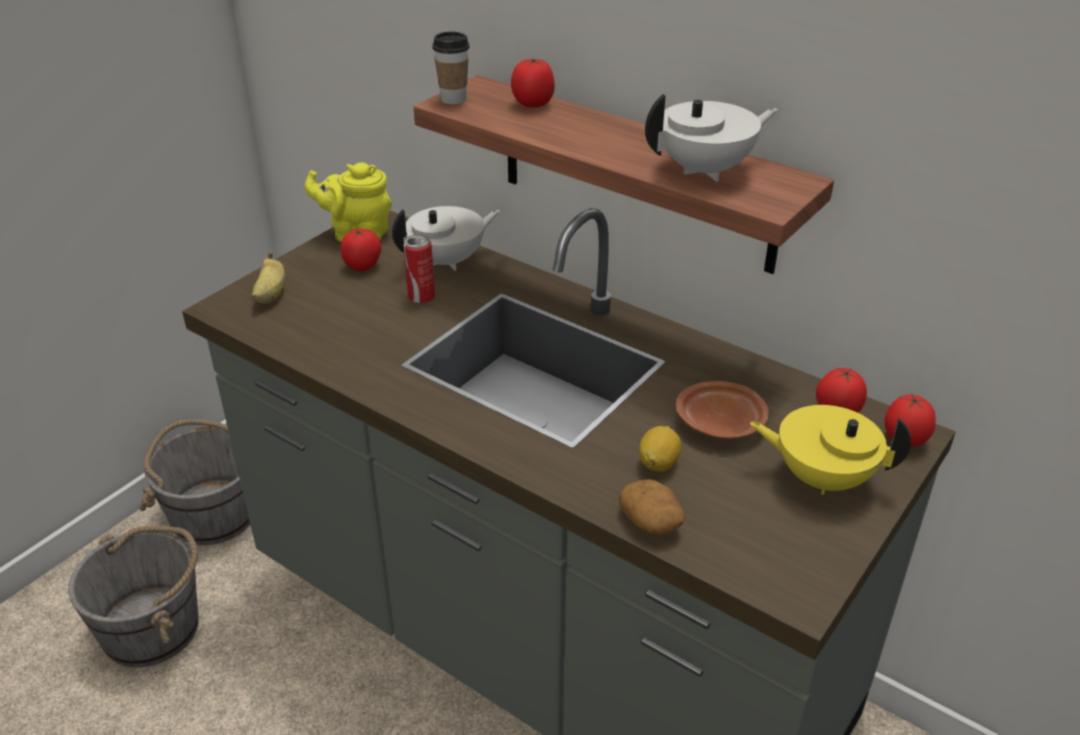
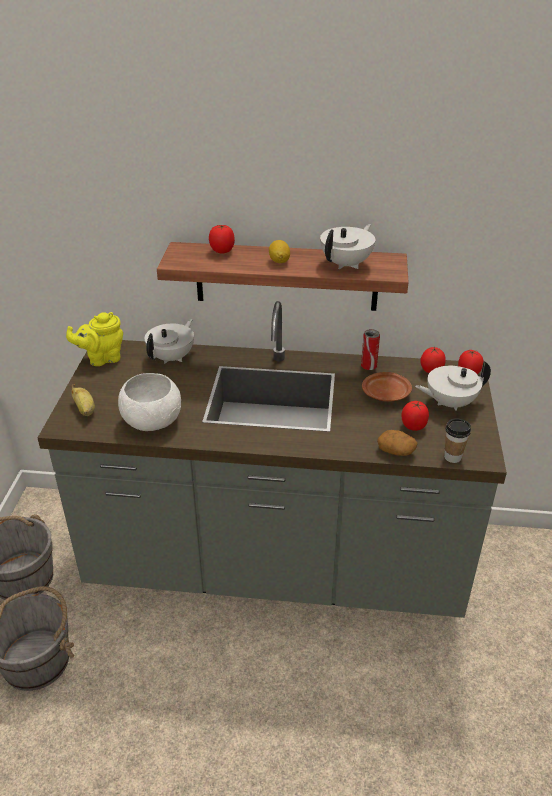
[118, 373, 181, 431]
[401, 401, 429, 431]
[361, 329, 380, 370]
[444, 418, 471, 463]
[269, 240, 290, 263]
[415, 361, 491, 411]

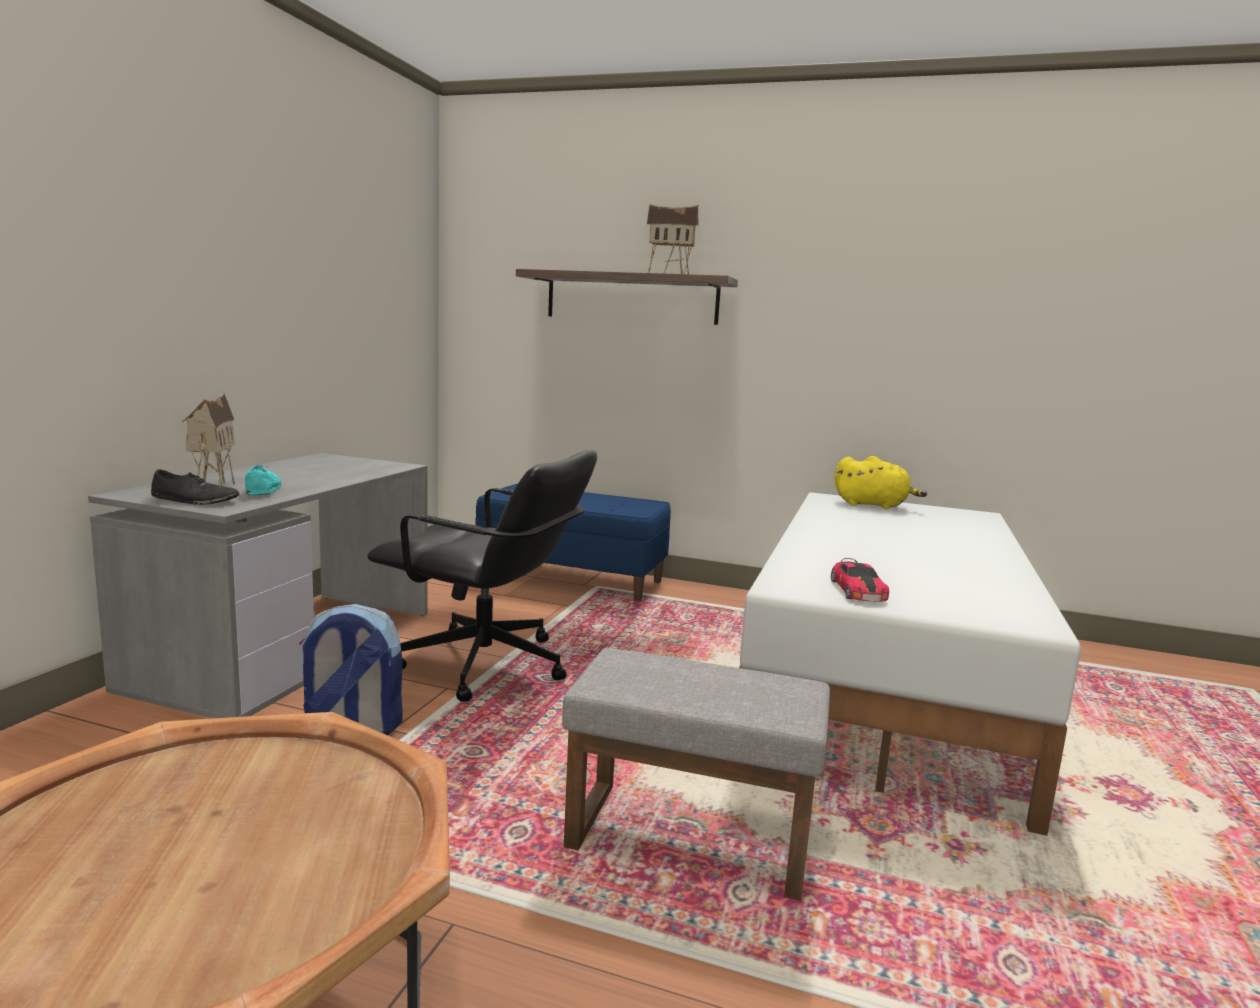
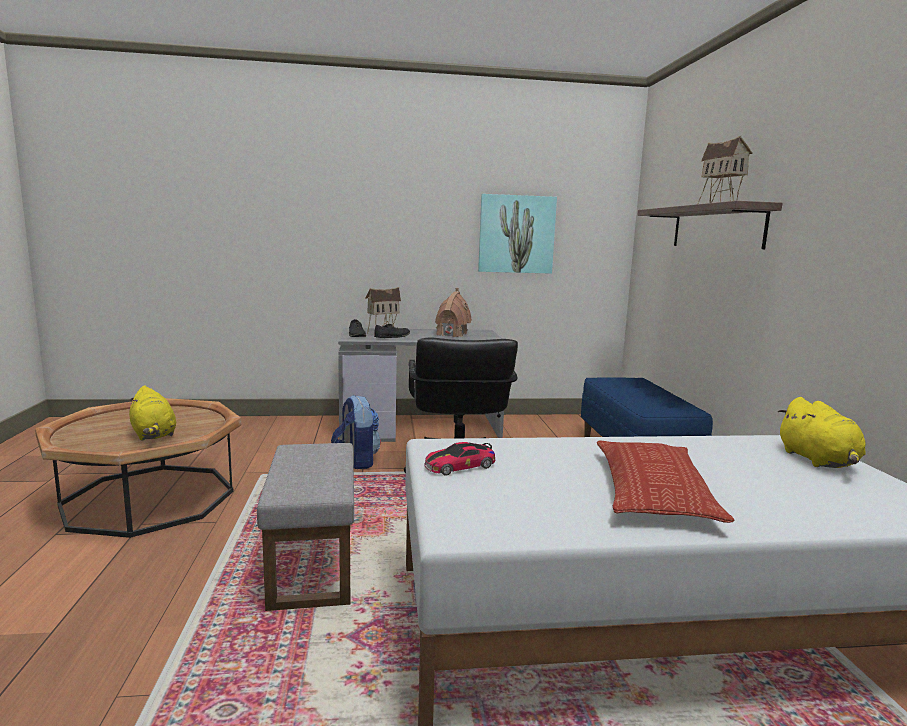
[129, 386, 176, 440]
[435, 288, 472, 337]
[478, 194, 557, 274]
[597, 440, 734, 523]
[374, 324, 410, 338]

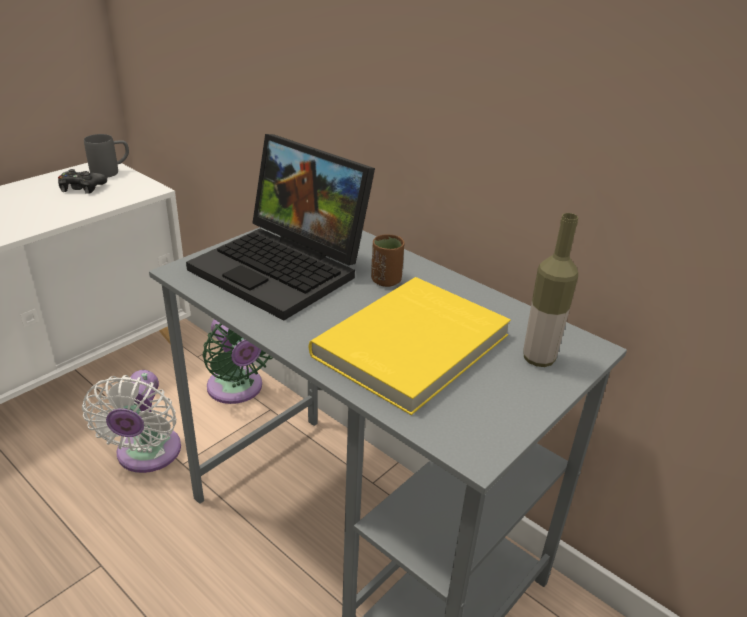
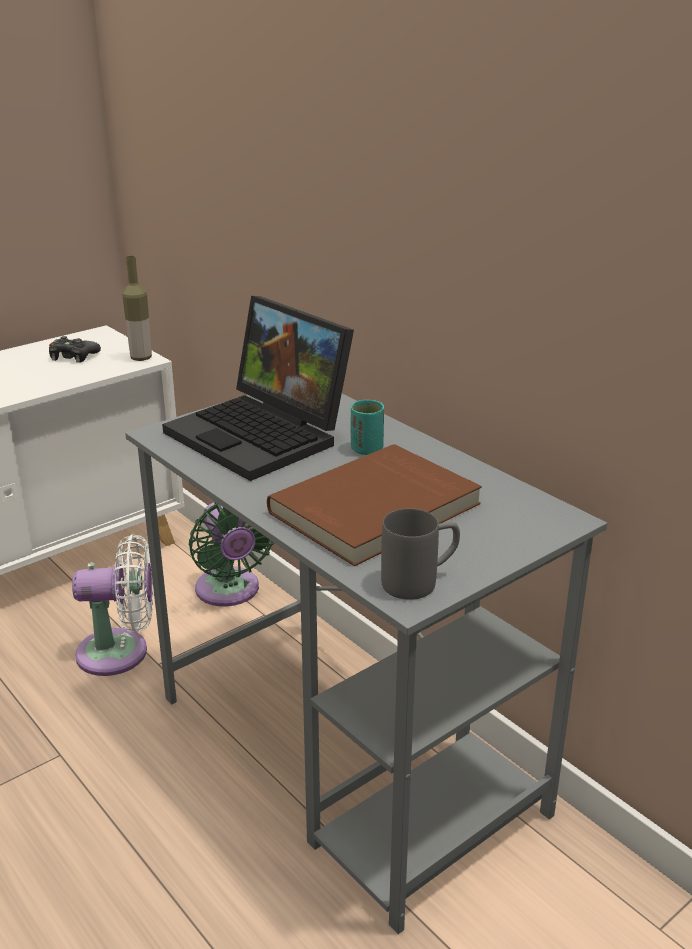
[381, 508, 460, 600]
[122, 256, 152, 361]
[267, 444, 482, 566]
[350, 400, 384, 455]
[72, 534, 153, 676]

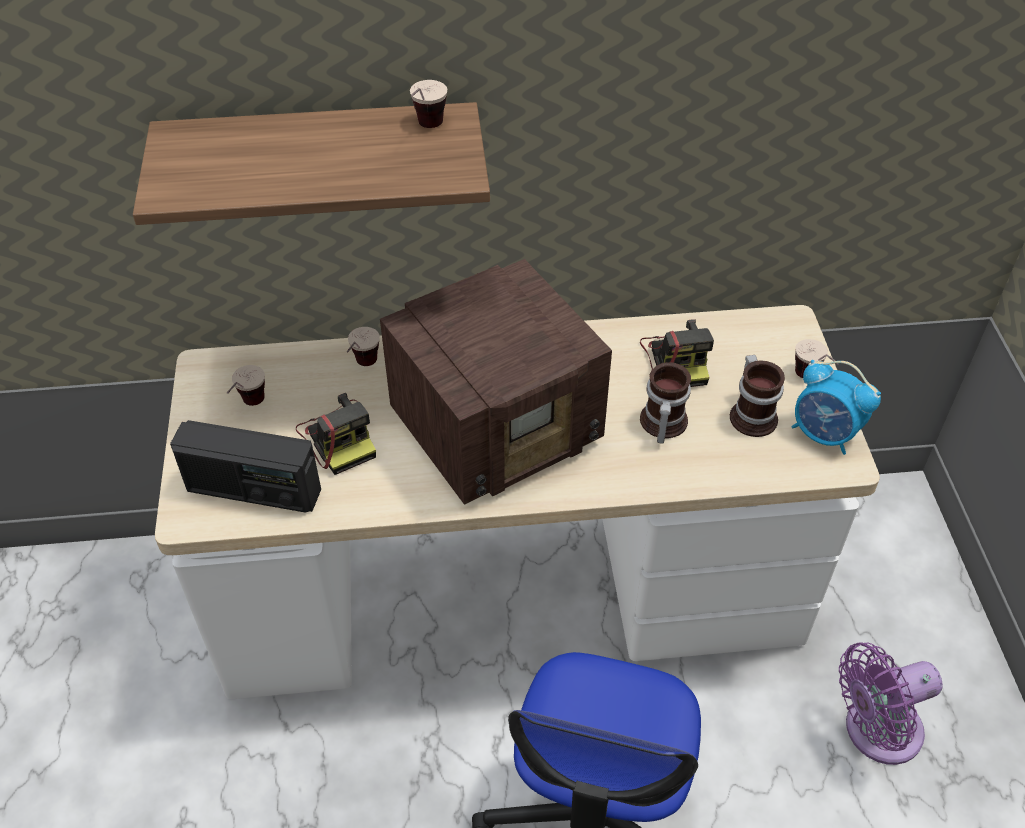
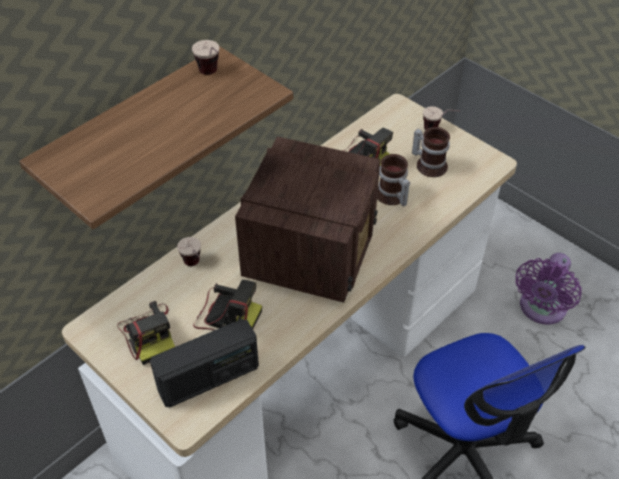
[792, 360, 881, 455] (first image)
[117, 301, 175, 365]

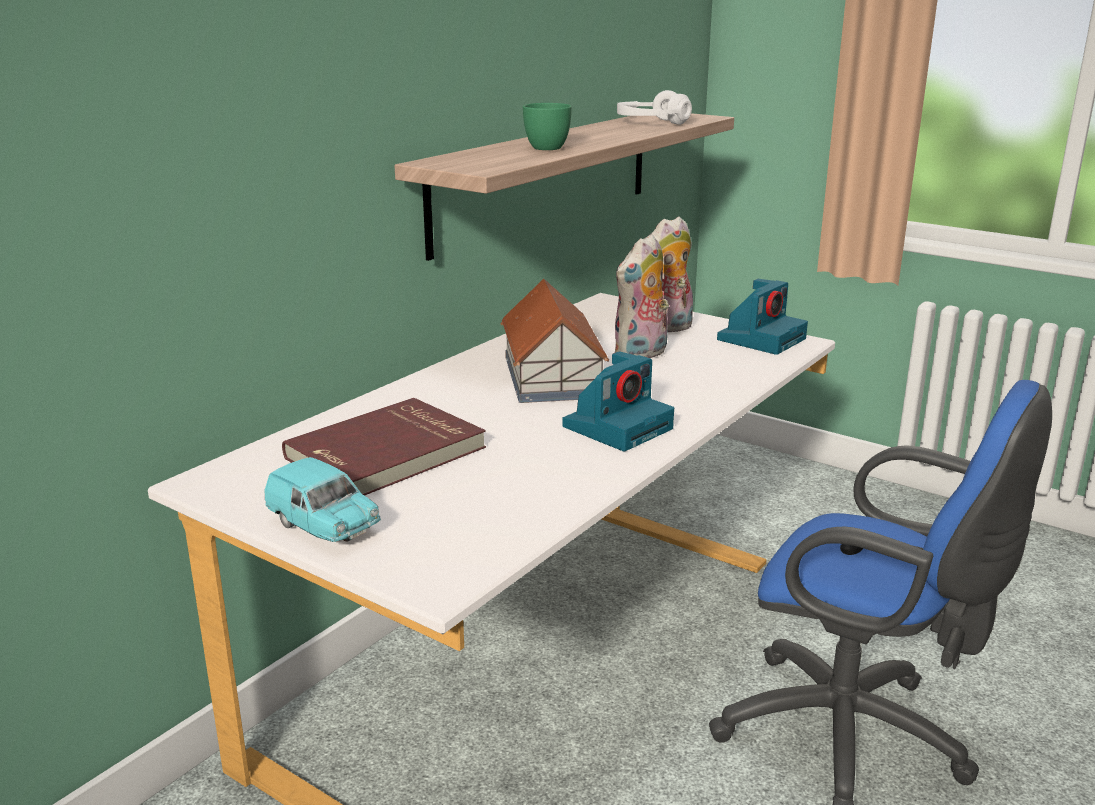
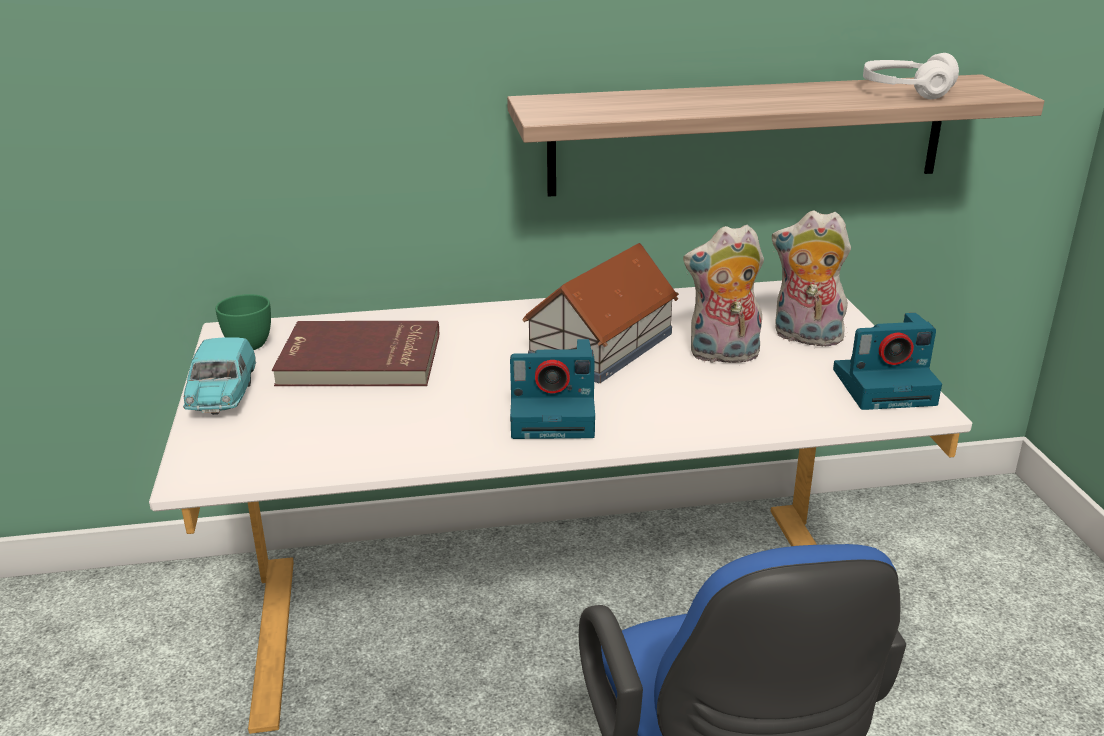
[215, 294, 271, 350]

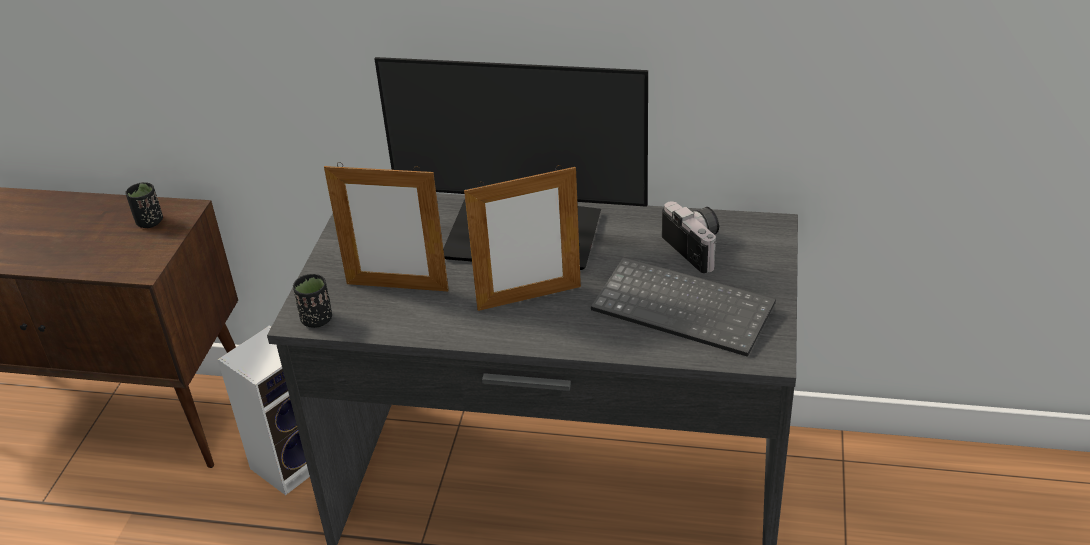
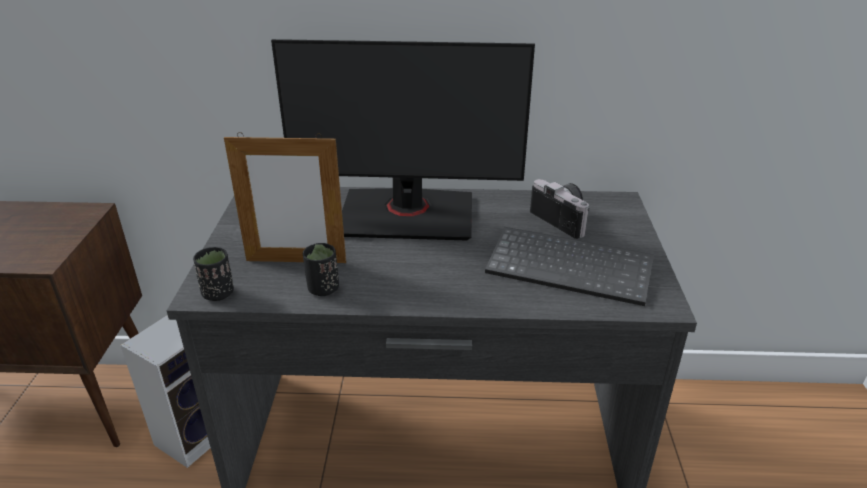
[464, 165, 581, 311] (first image)
[303, 243, 339, 296]

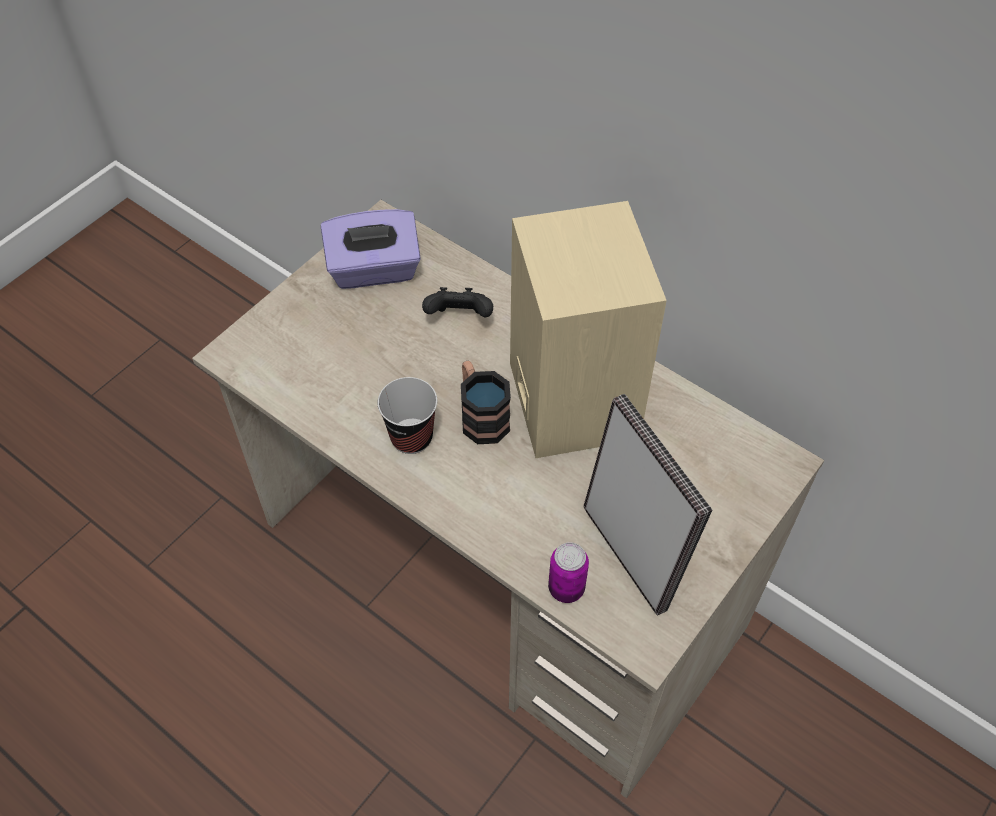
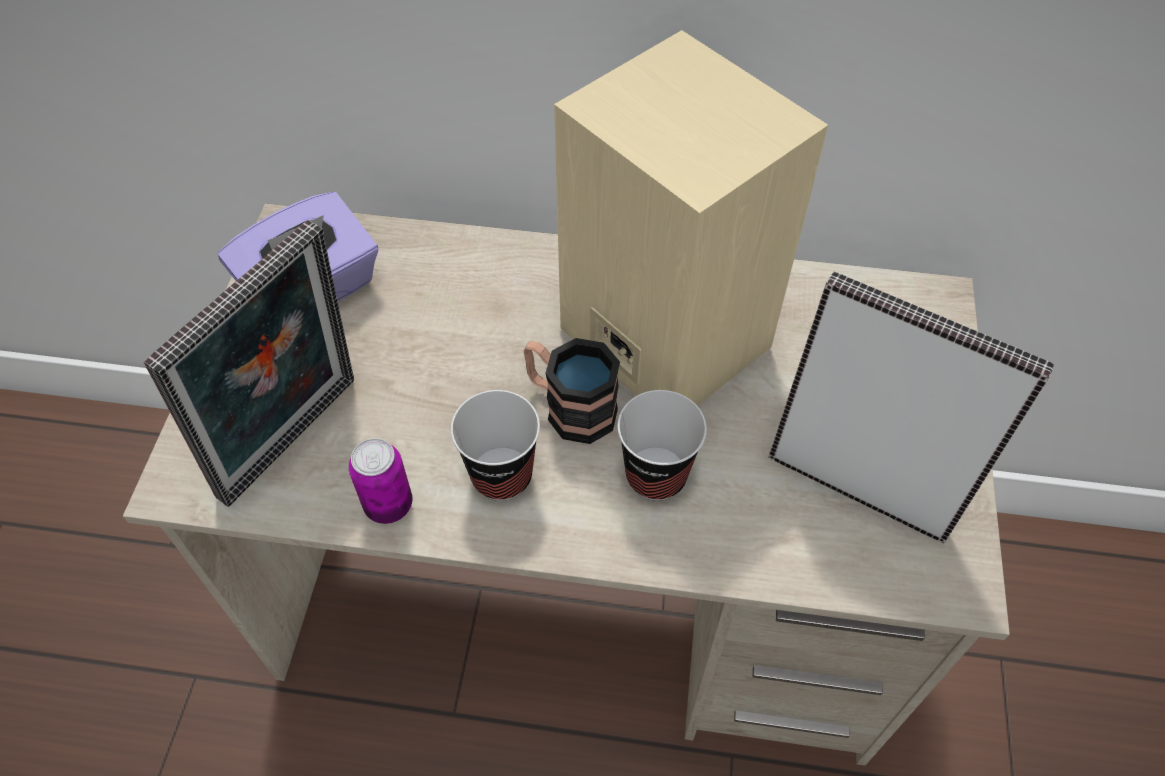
[422, 287, 493, 318] (first image)
[144, 220, 354, 507]
[618, 390, 707, 501]
[349, 438, 412, 524]

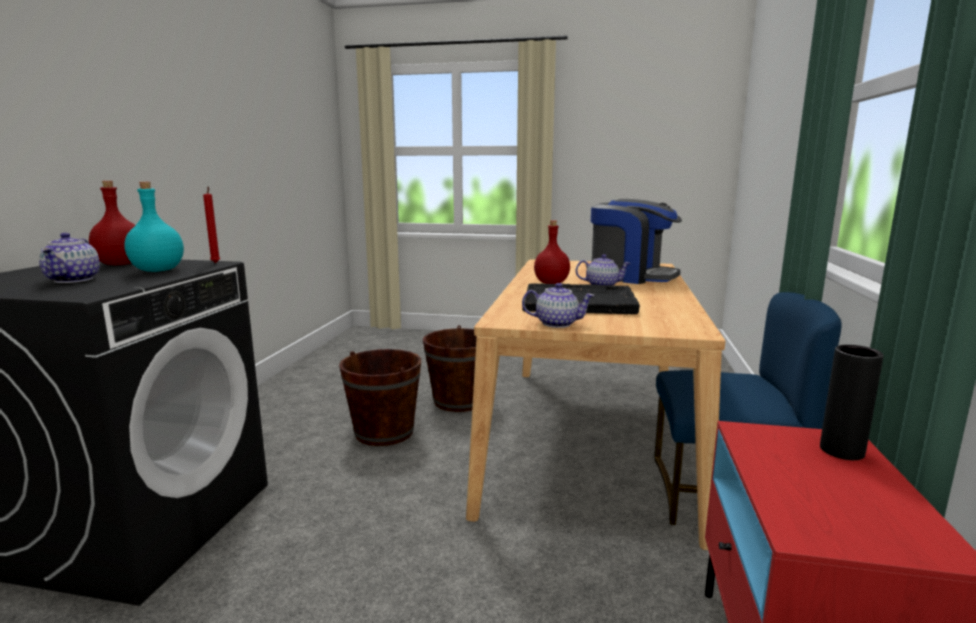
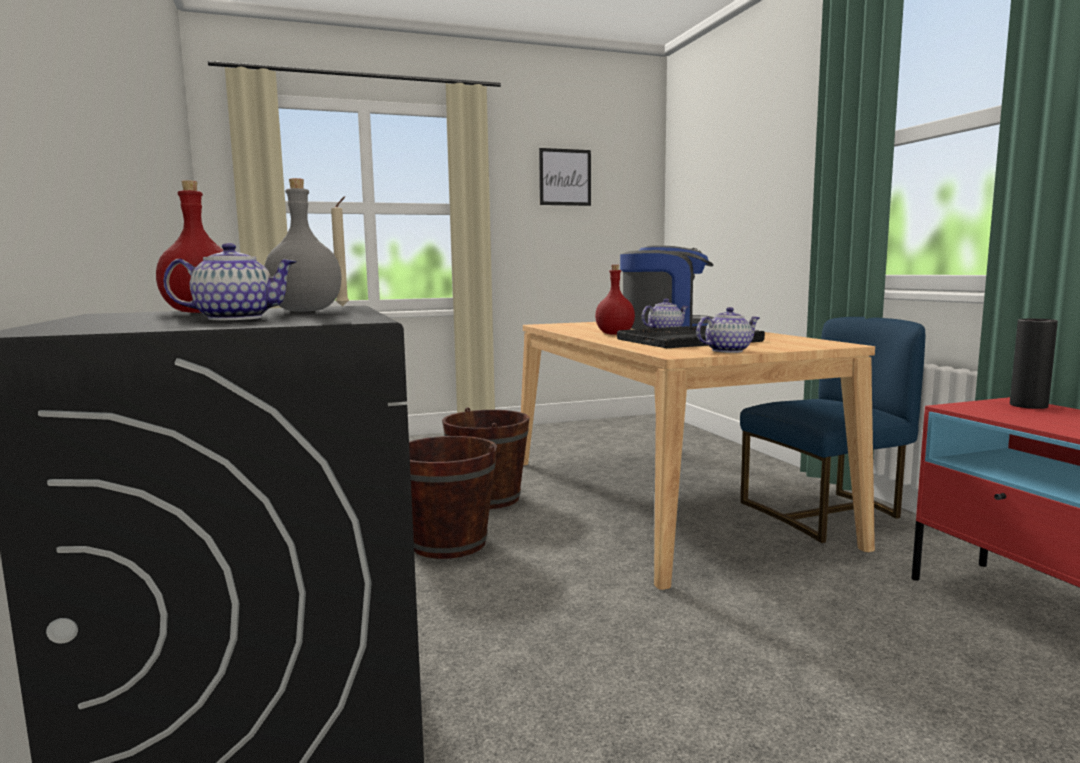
[539, 148, 591, 206]
[264, 178, 342, 311]
[331, 196, 349, 306]
[163, 243, 297, 320]

